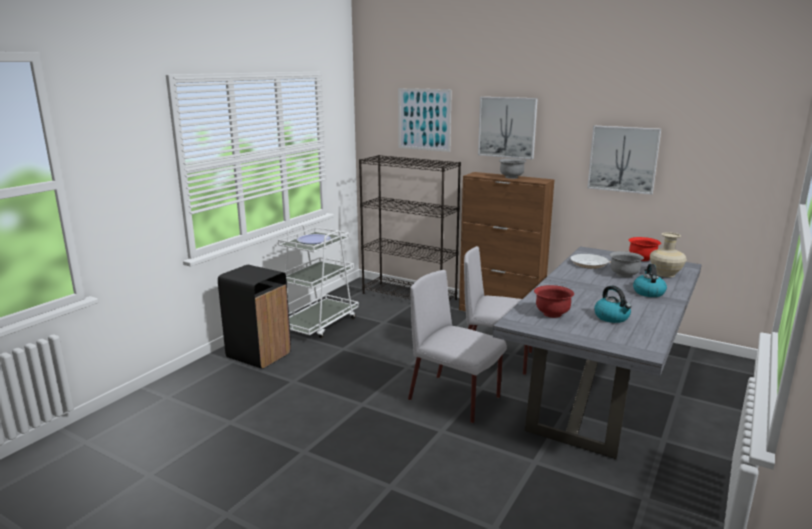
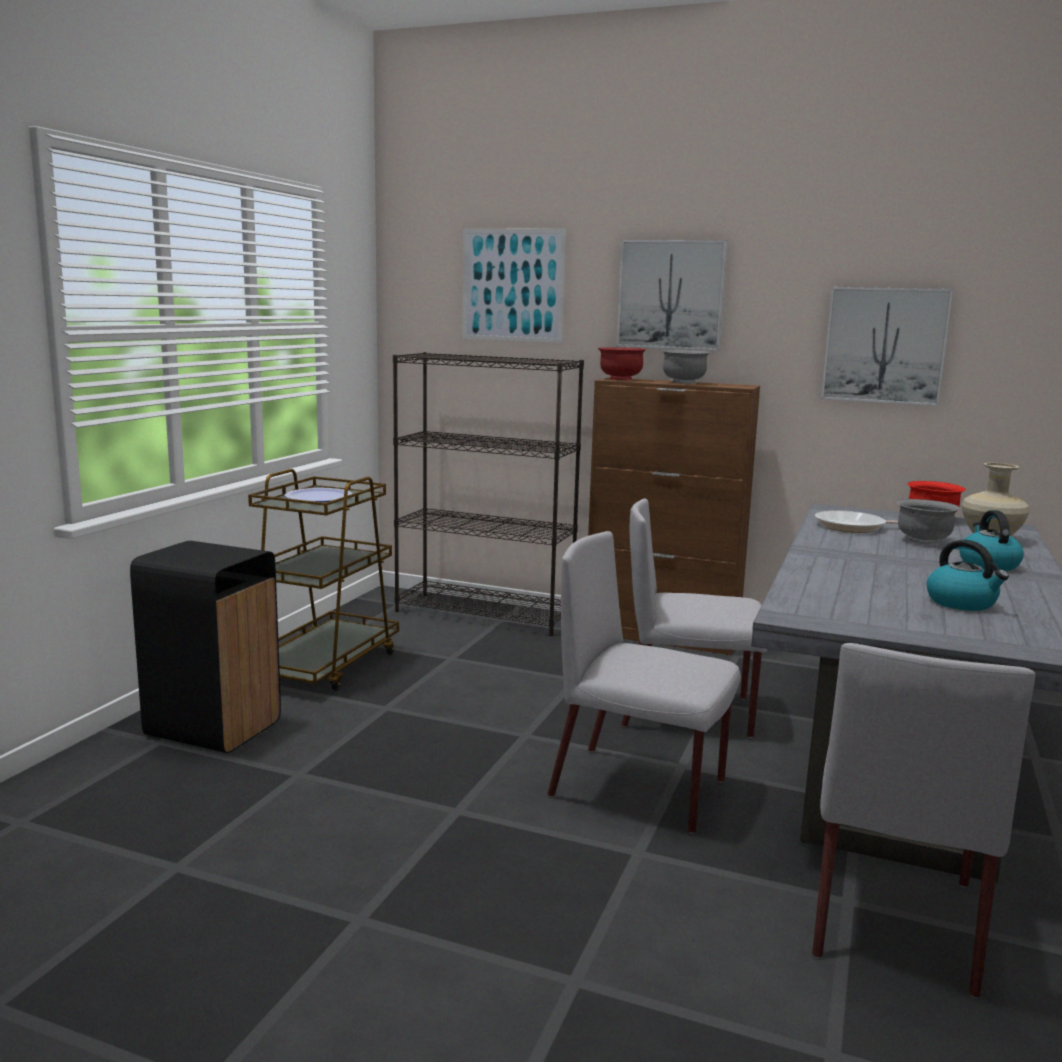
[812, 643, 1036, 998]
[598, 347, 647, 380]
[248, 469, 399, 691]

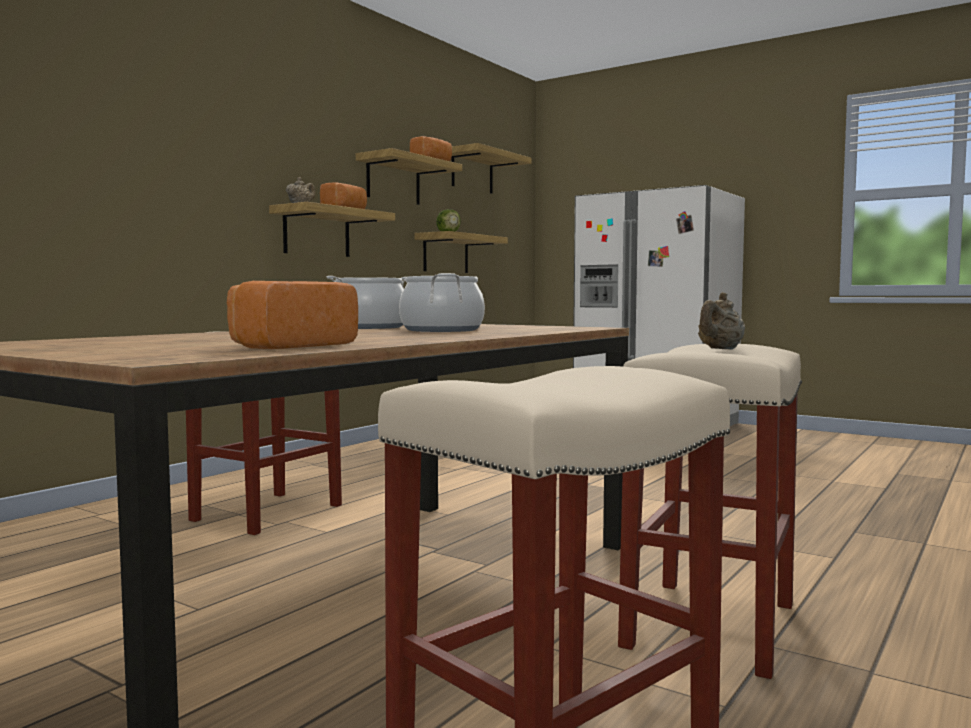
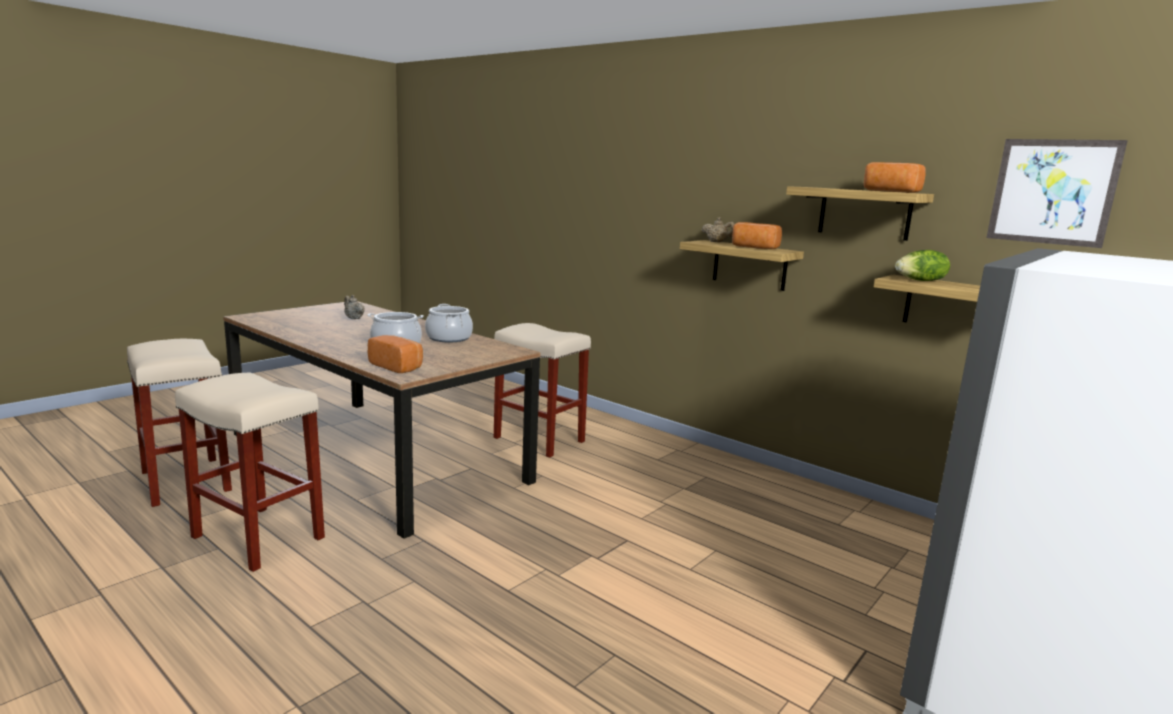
[368, 335, 423, 373]
[344, 295, 365, 319]
[987, 139, 1128, 248]

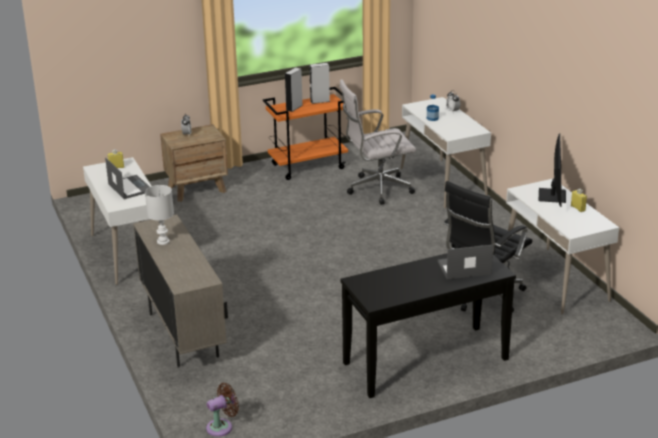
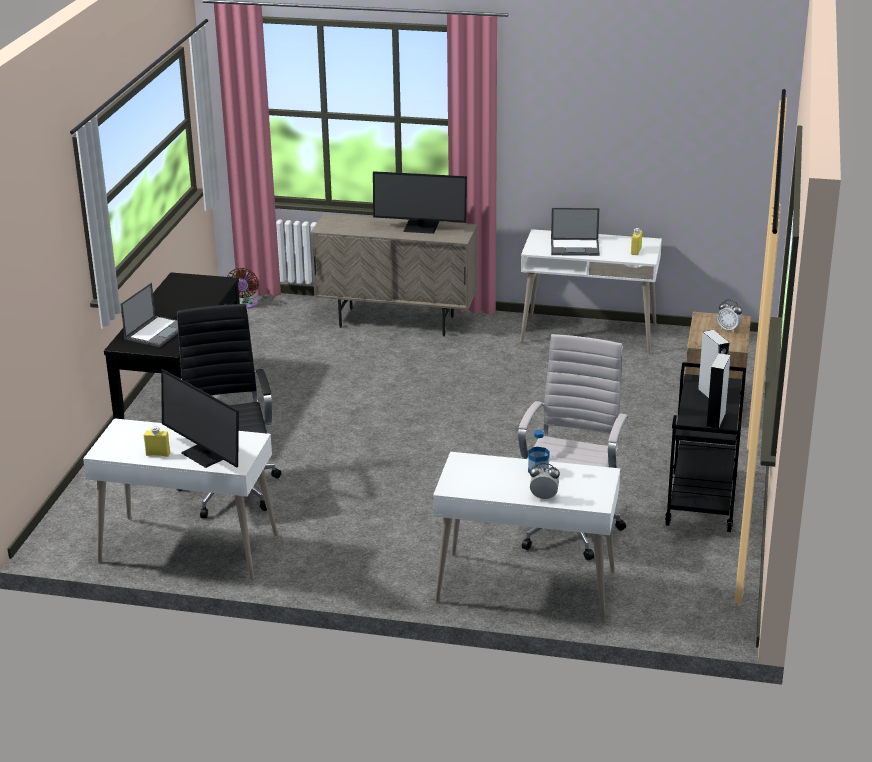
[373, 171, 467, 234]
[665, 362, 746, 532]

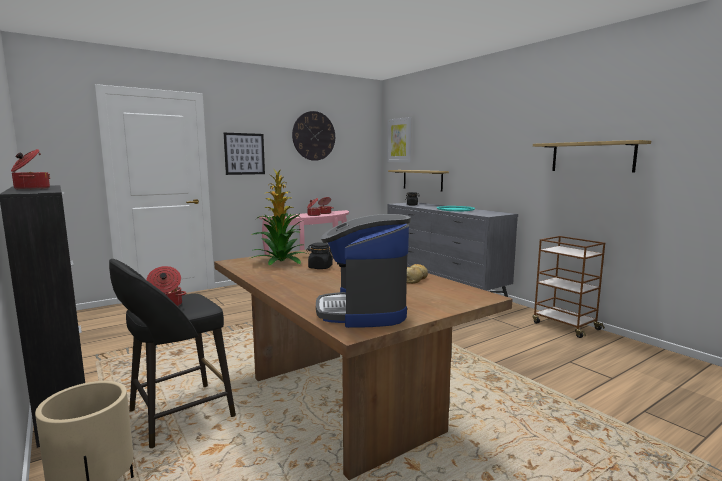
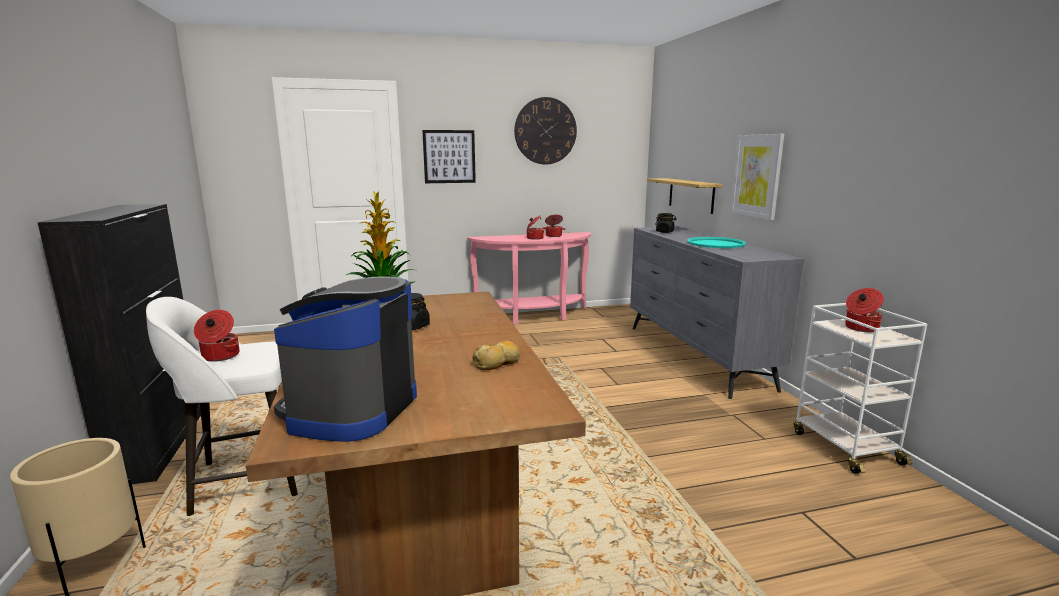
[533, 140, 651, 173] (first image)
[845, 288, 884, 332]
[731, 134, 784, 220]
[146, 297, 298, 516]
[793, 303, 927, 474]

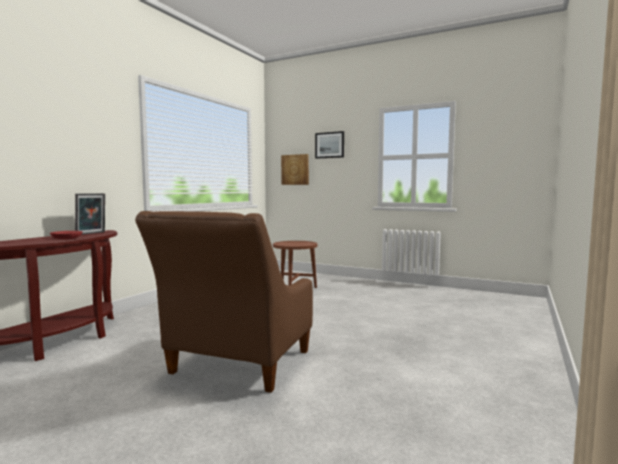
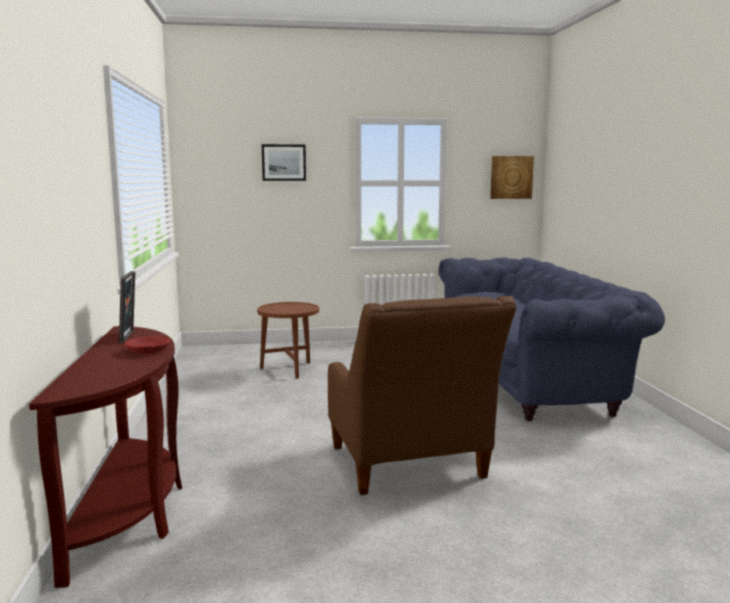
[439, 258, 665, 421]
[490, 156, 534, 199]

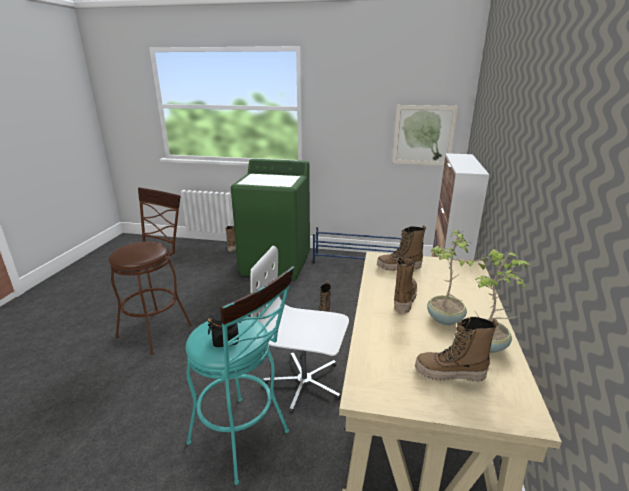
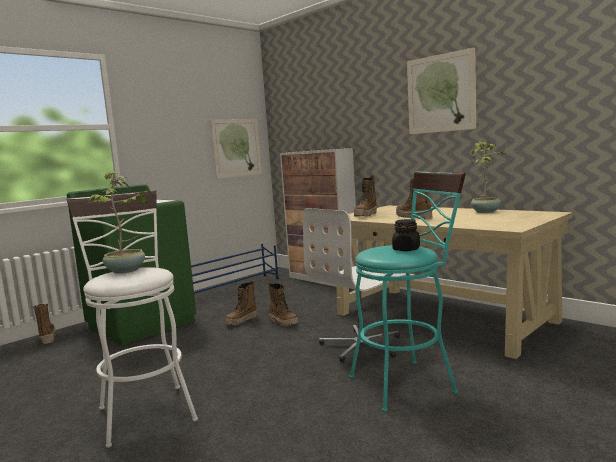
[407, 47, 476, 134]
[225, 280, 257, 325]
[89, 171, 151, 274]
[66, 190, 198, 448]

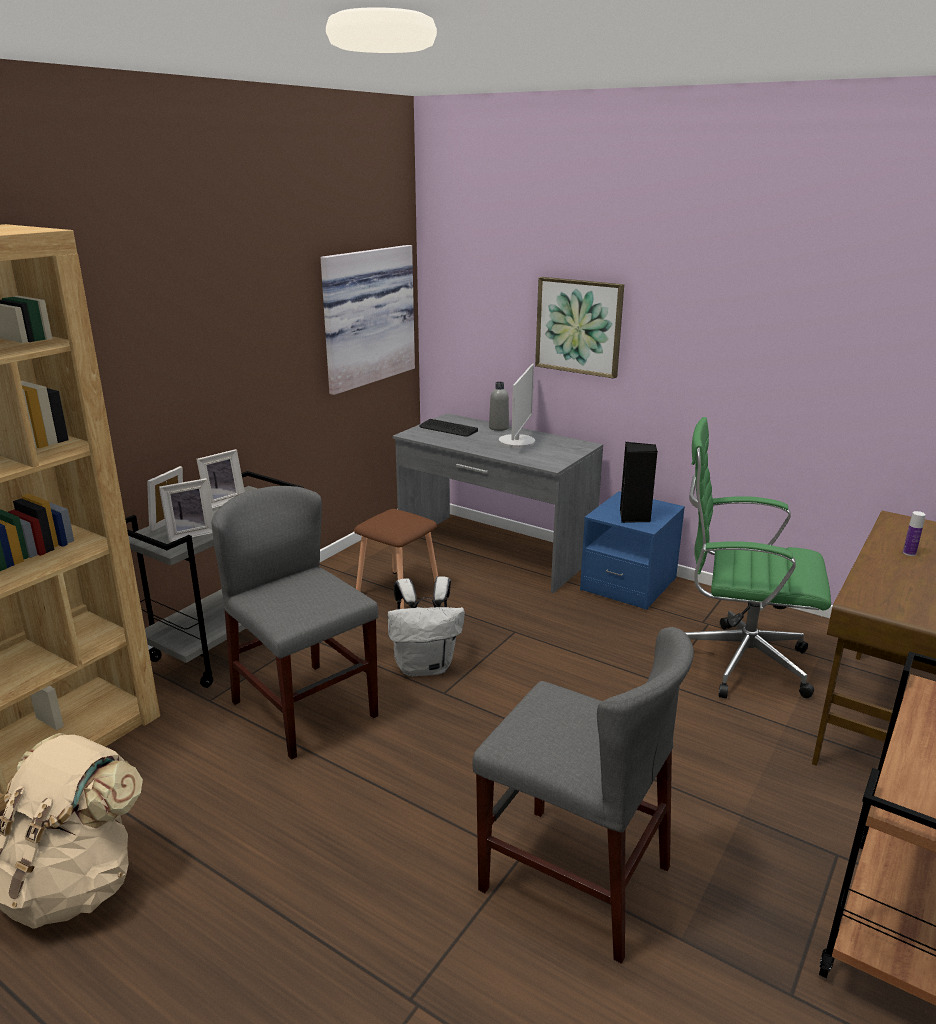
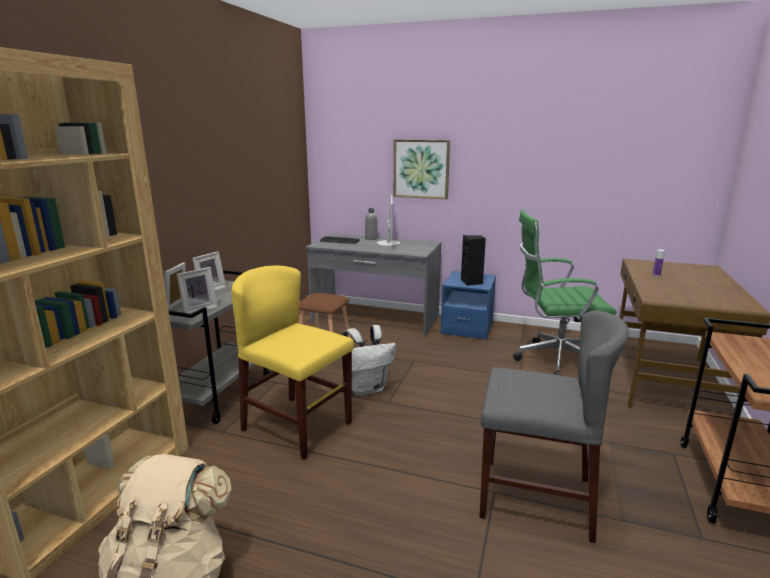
[321, 245, 415, 395] (first image)
[232, 266, 354, 460]

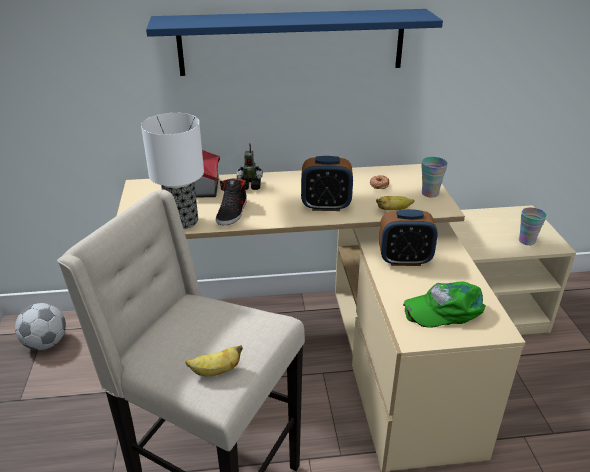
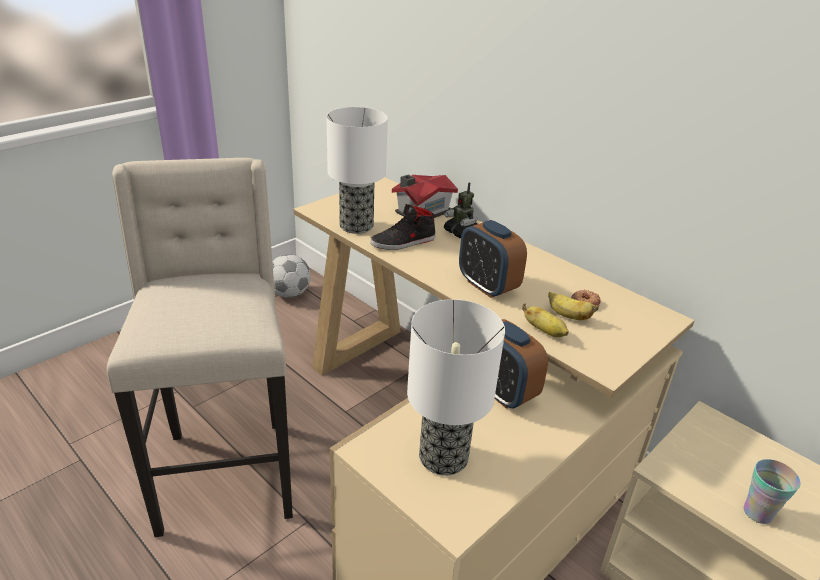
[146, 9, 443, 76] (first image)
[422, 157, 448, 198] (first image)
[548, 292, 599, 320]
[407, 299, 505, 476]

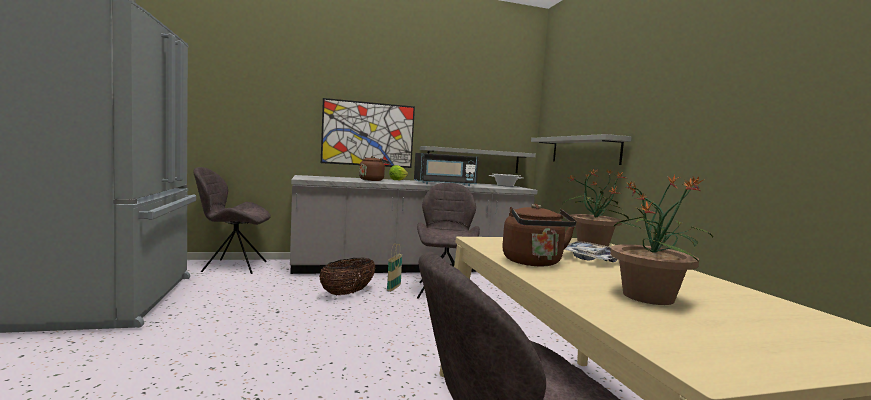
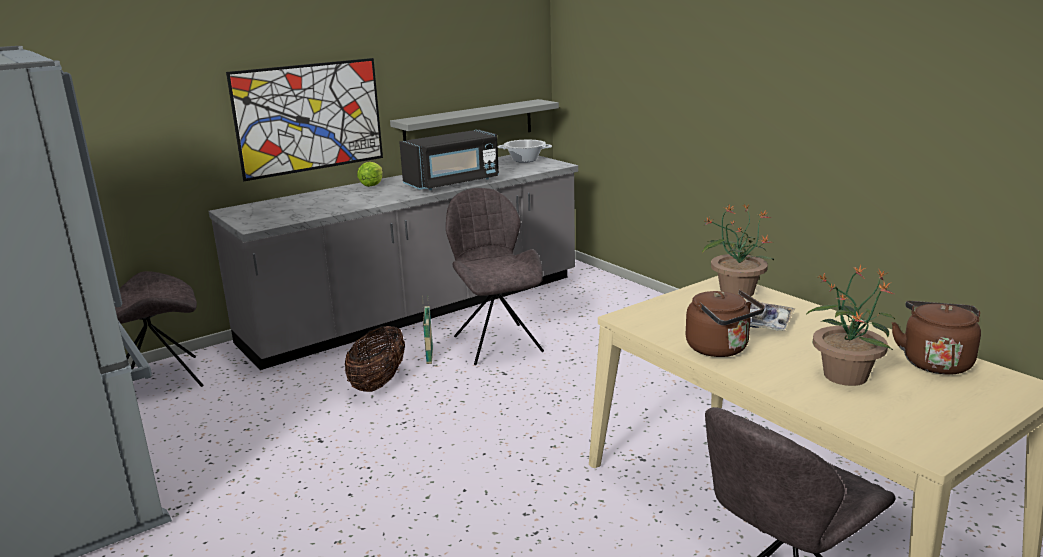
[531, 134, 632, 165] (first image)
[891, 301, 981, 375]

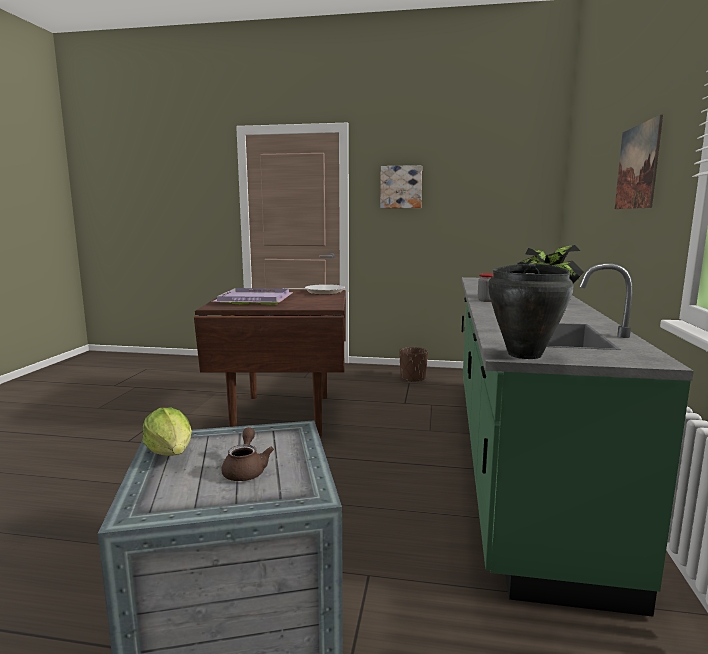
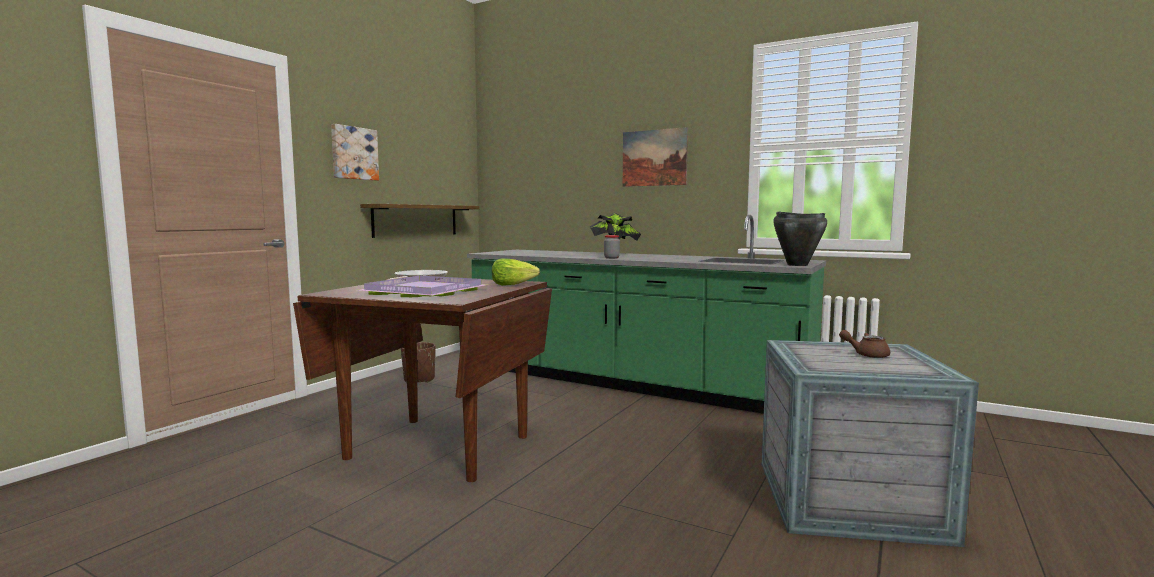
[360, 204, 480, 238]
[492, 258, 540, 286]

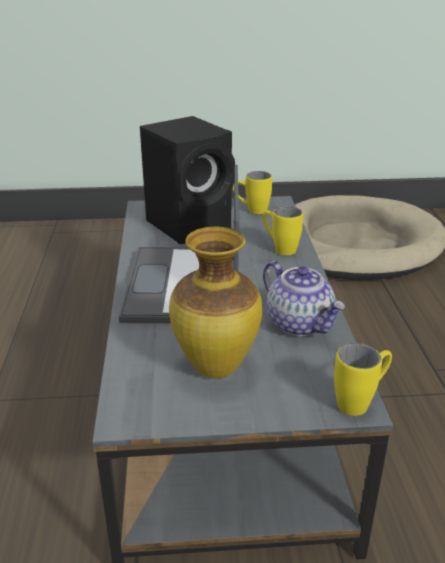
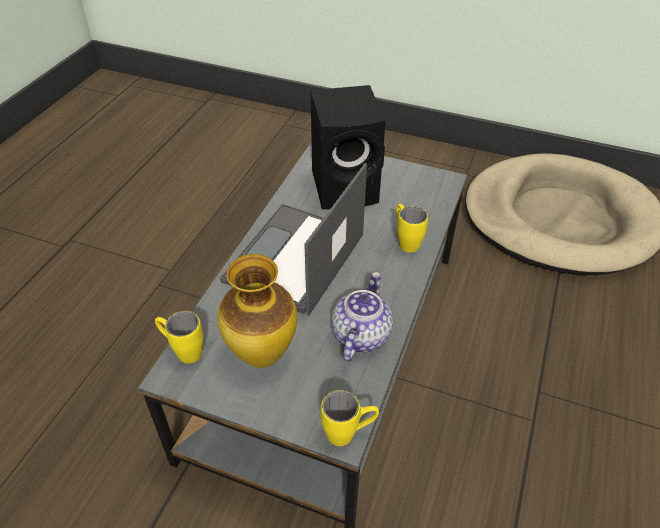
[155, 311, 203, 363]
[331, 272, 393, 362]

